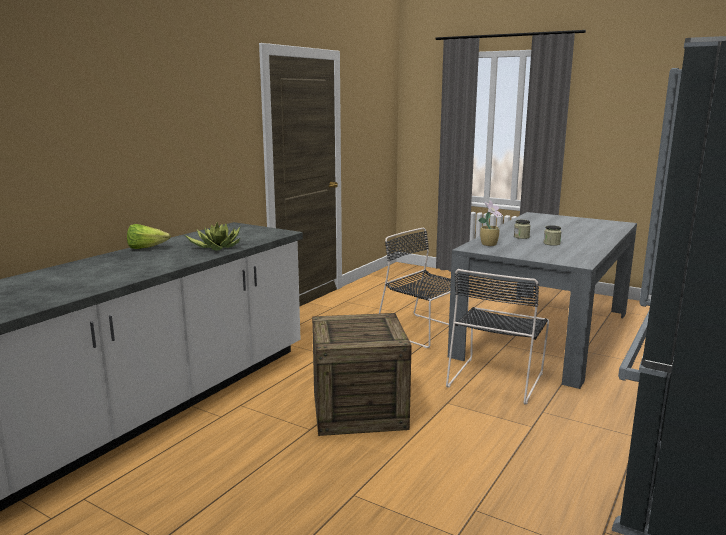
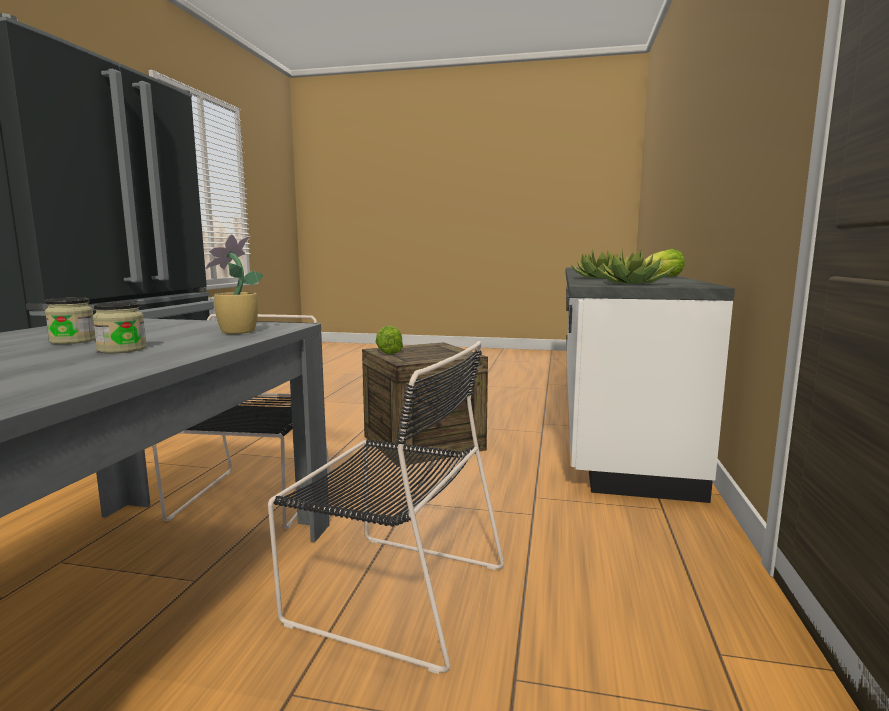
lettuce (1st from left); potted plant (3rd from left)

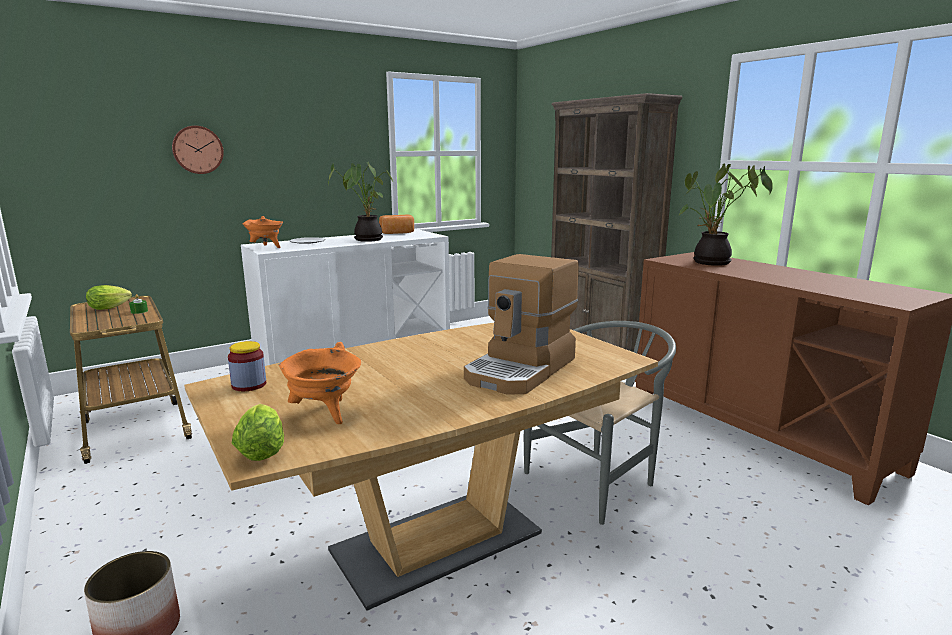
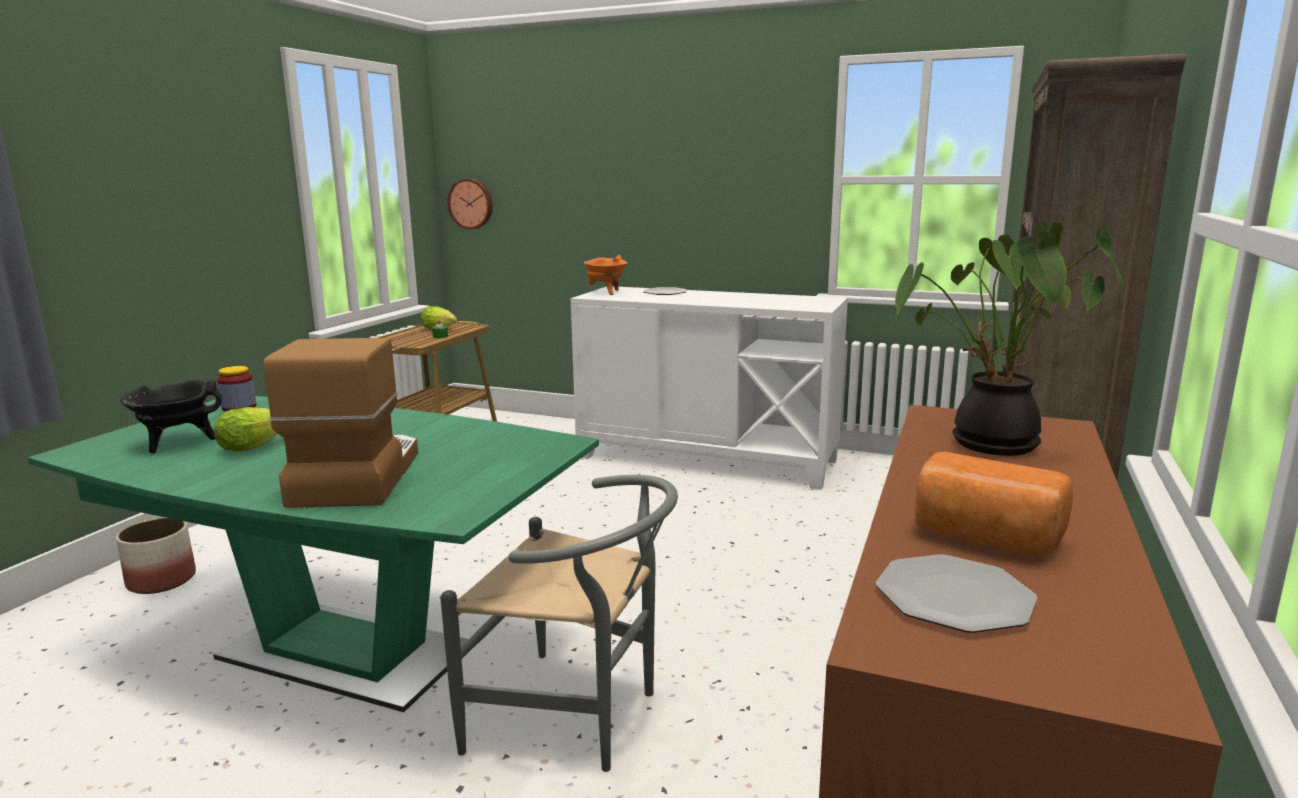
hanging clock; green-coloured dining table; lettuce (1st from left); blackish stockpot; potted plant (1st from left in the first image); bakery bread; coffee maker; flat dish (2nd from left)

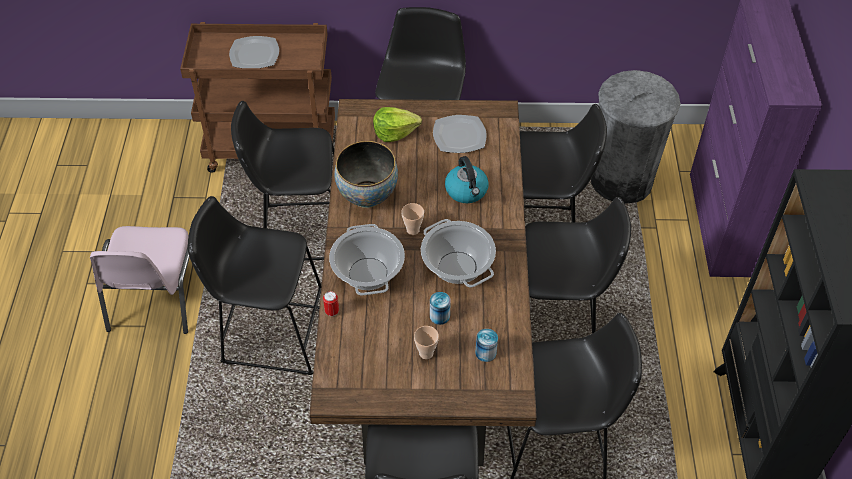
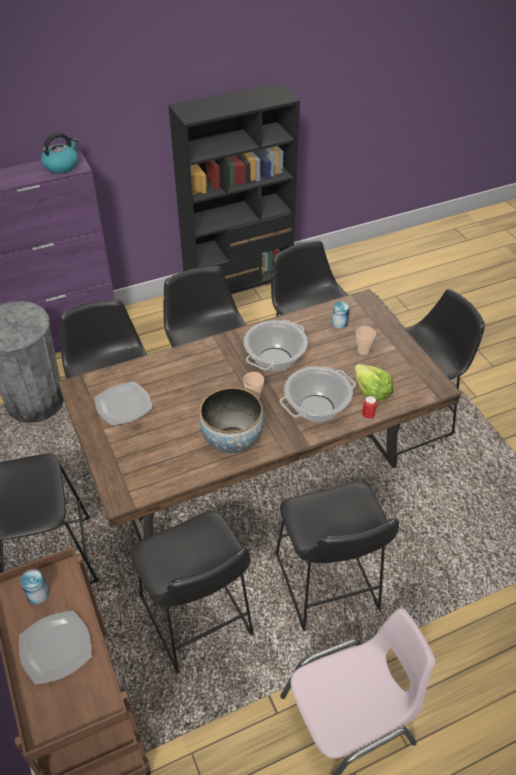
lettuce; metal can (1st from left); water kettle

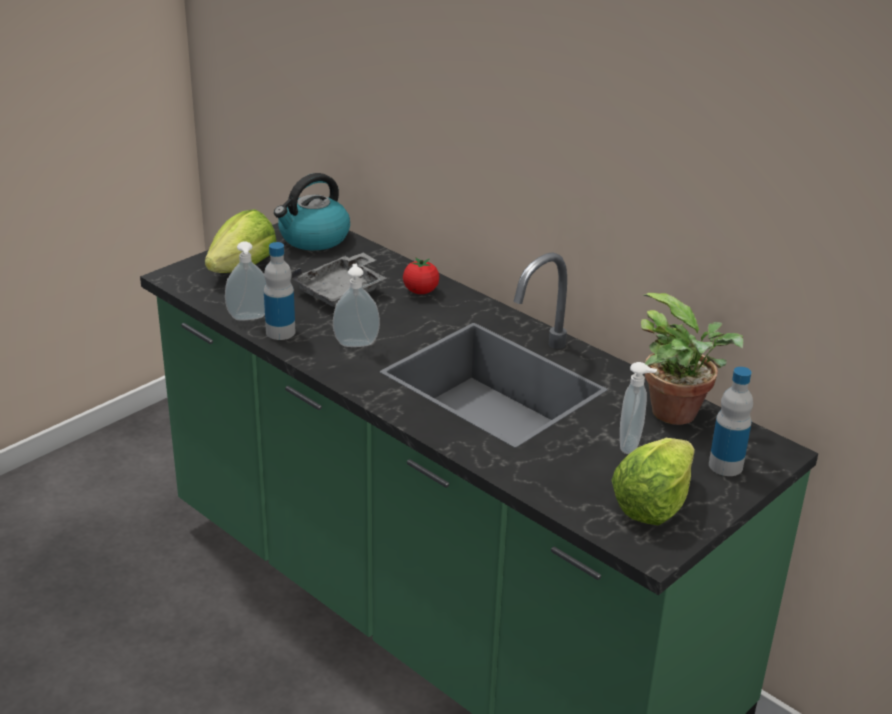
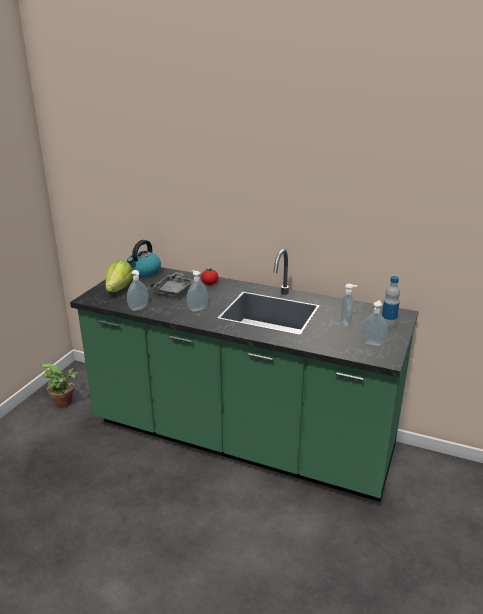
bottle (1st from left in the first image); soap bottle (4th from left); potted plant

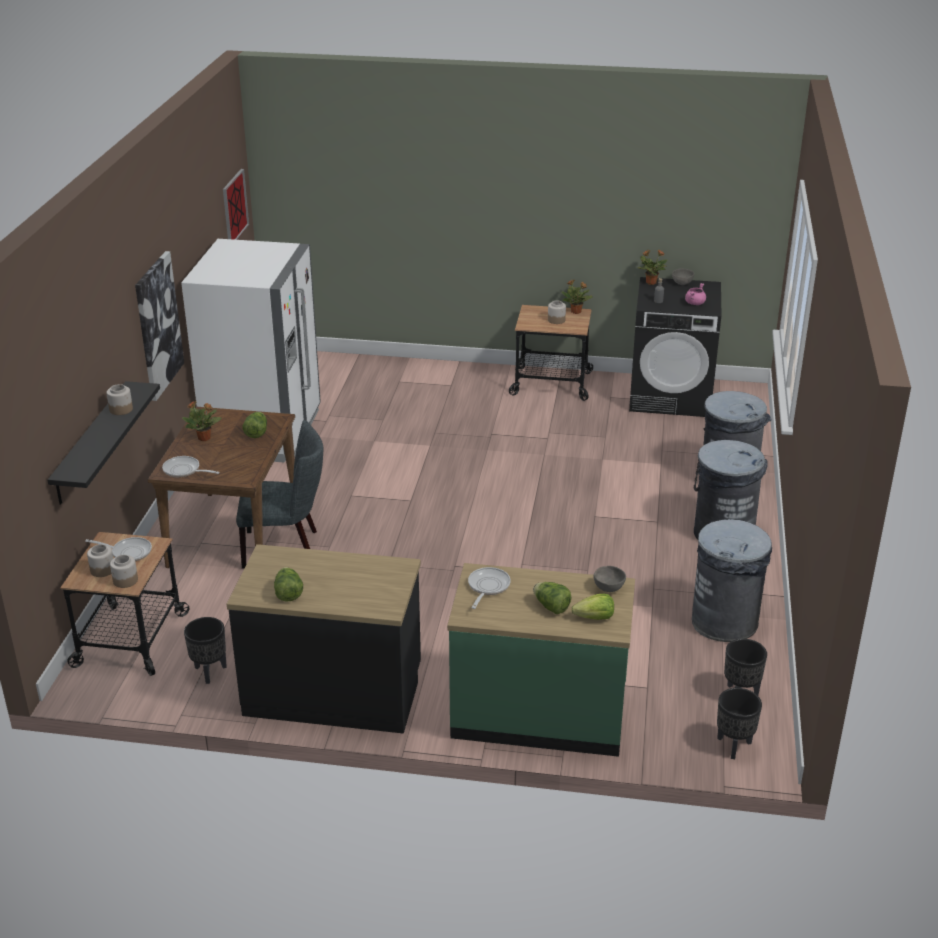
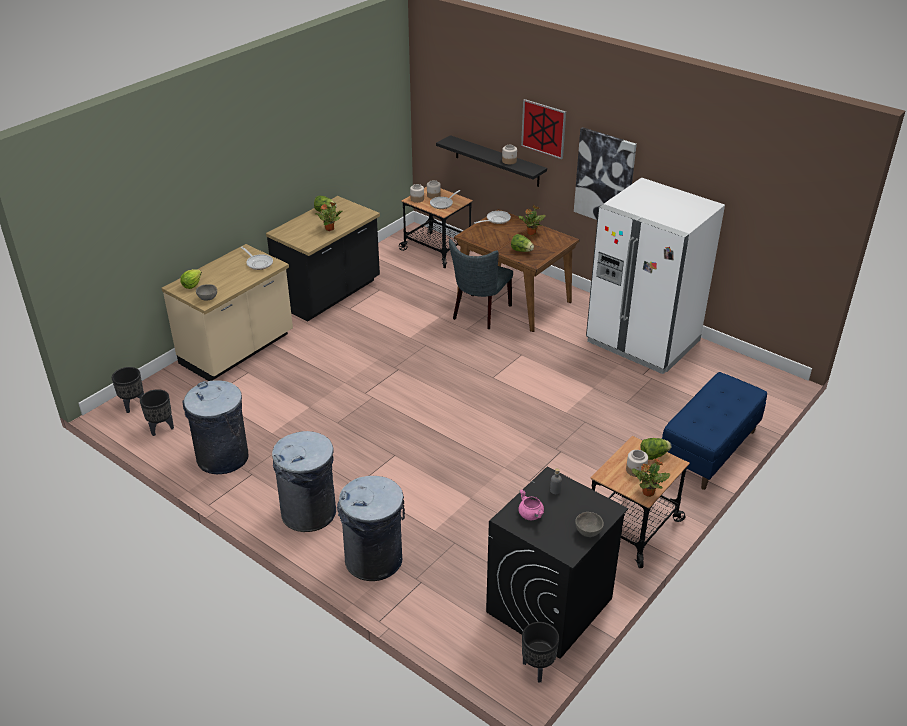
blackish flower pot (3rd from left); wall art (1st from left); sand-coloured kitchen counter; lettuce (4th from left); potted plant (1st from left); bluish long seat

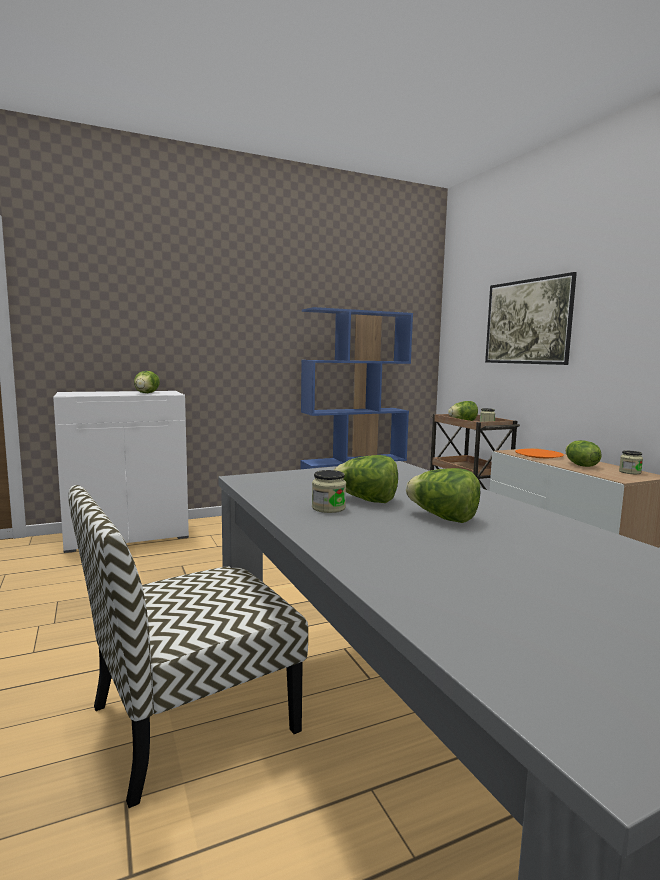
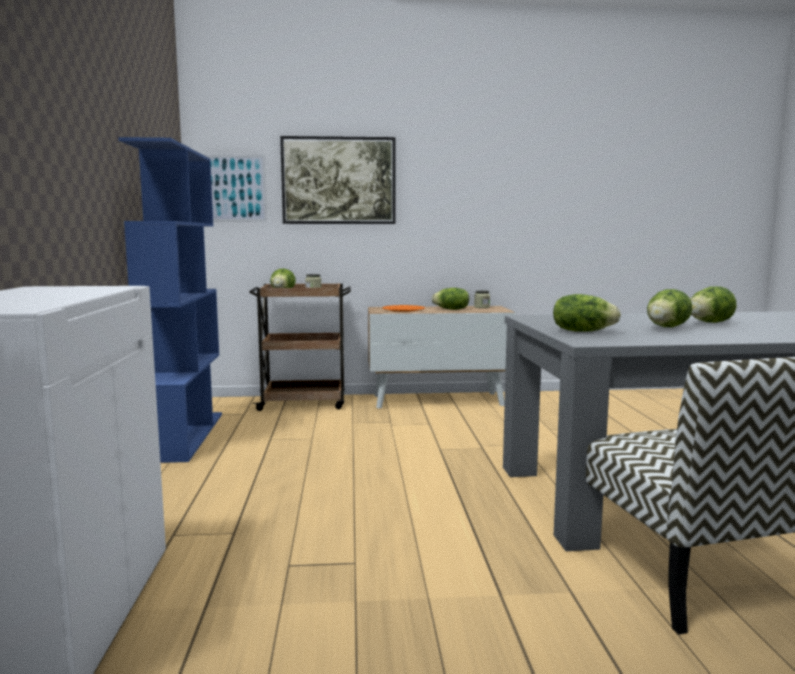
lettuce (3rd from left); preserve jar (1st from left in the first image); wall art (1st from left)

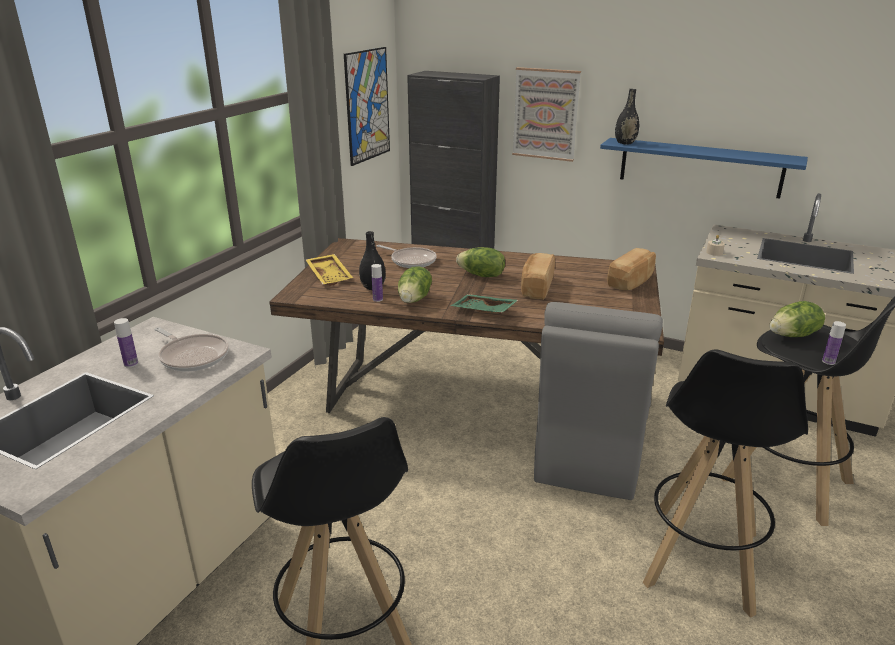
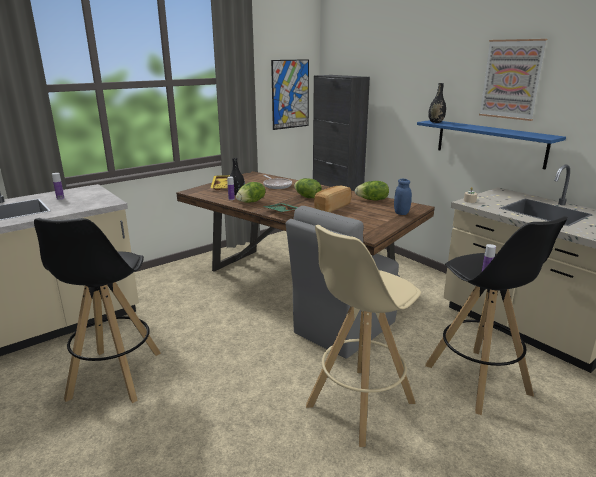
pan (1st from left in the first image); wall art (2nd from left); bluish preserve jar; sand-coloured stool seat; lettuce (3rd from left)

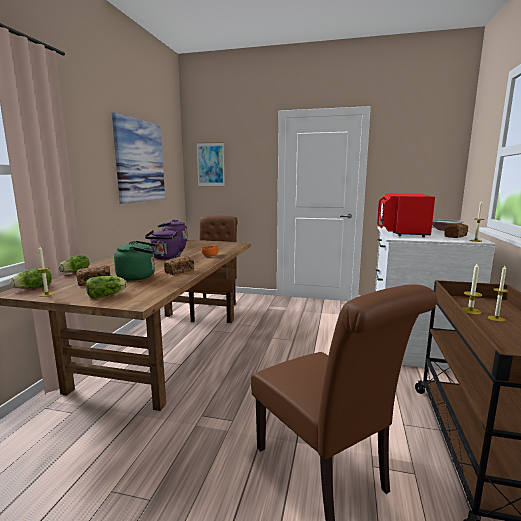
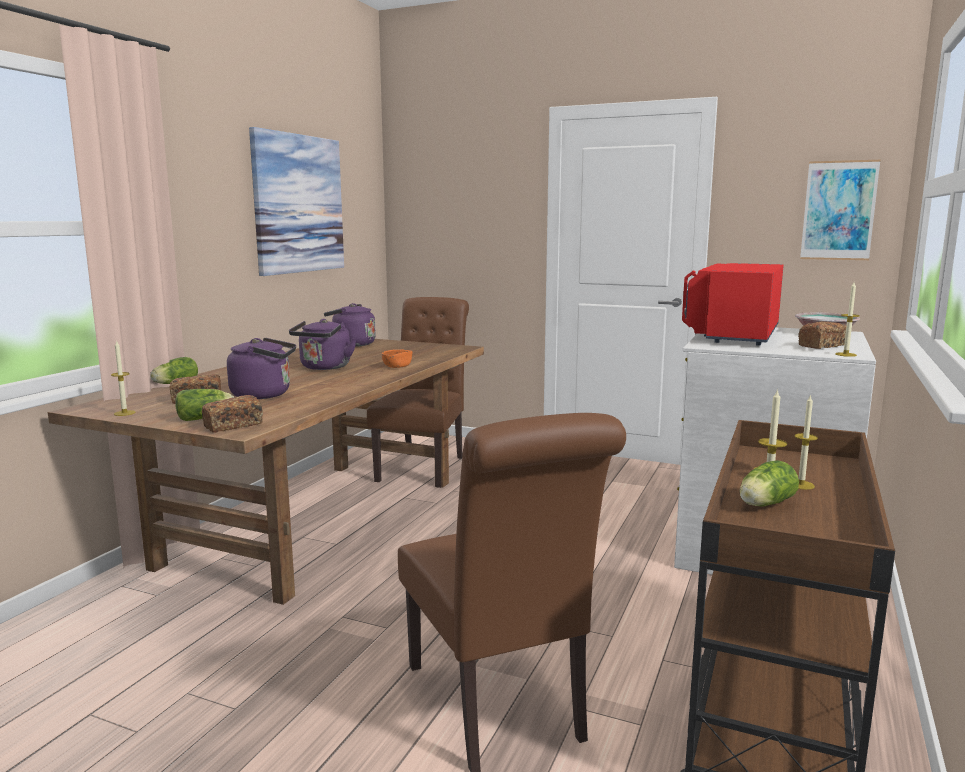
lettuce (3rd from left); purple-coloured water kettle (1st from left); bakery bread (2nd from left); wall art (2nd from left)

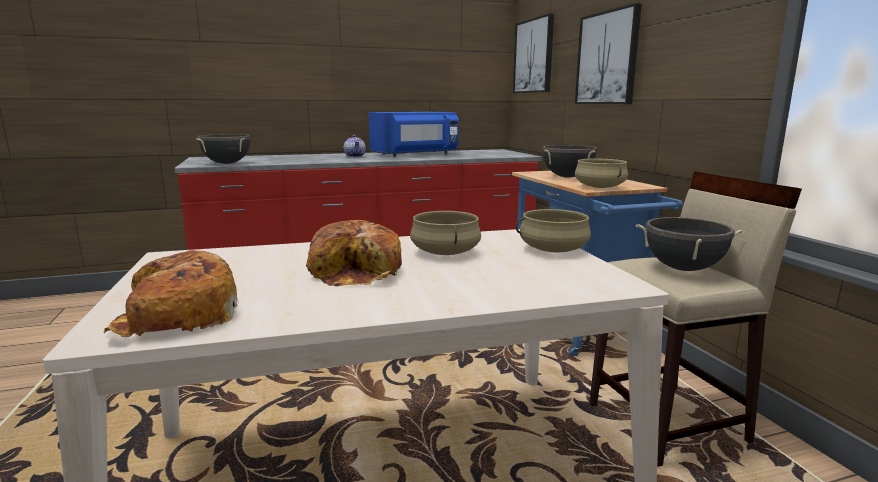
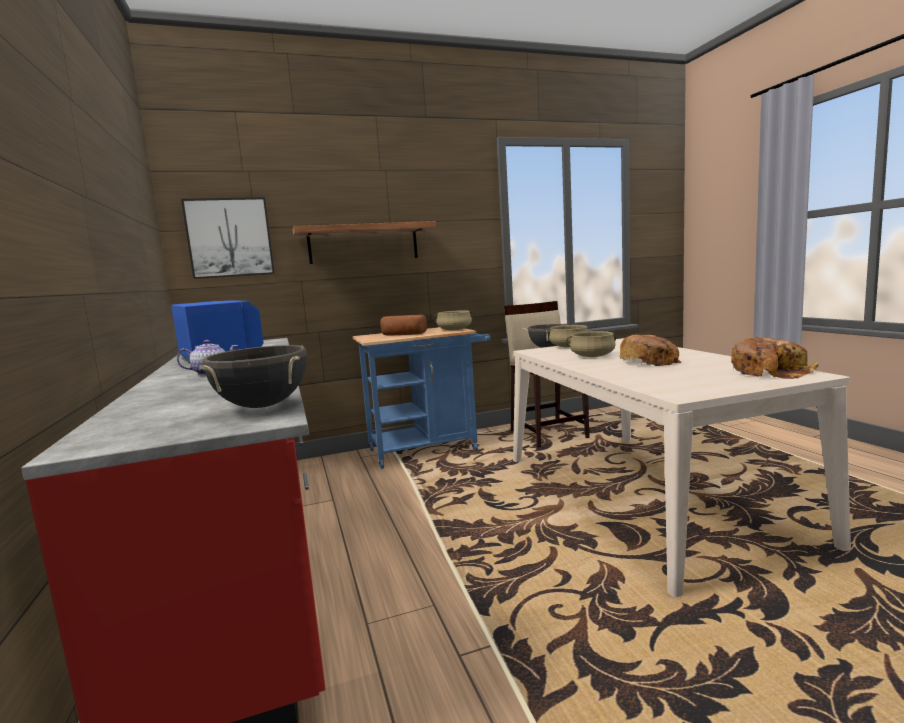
bakery bread (1st from left); bracket shelf

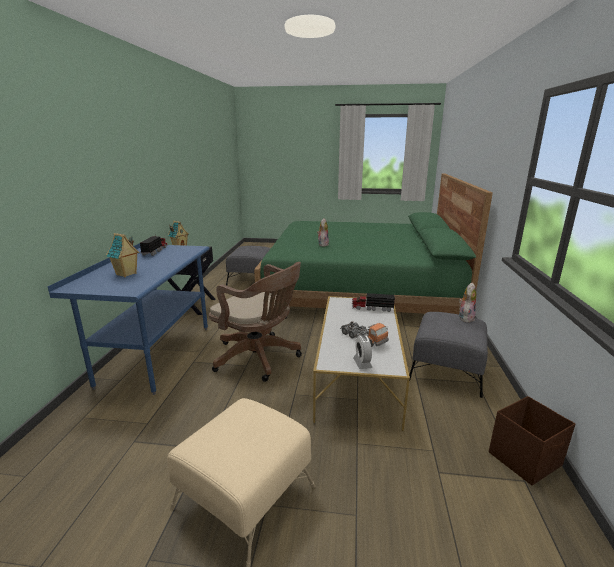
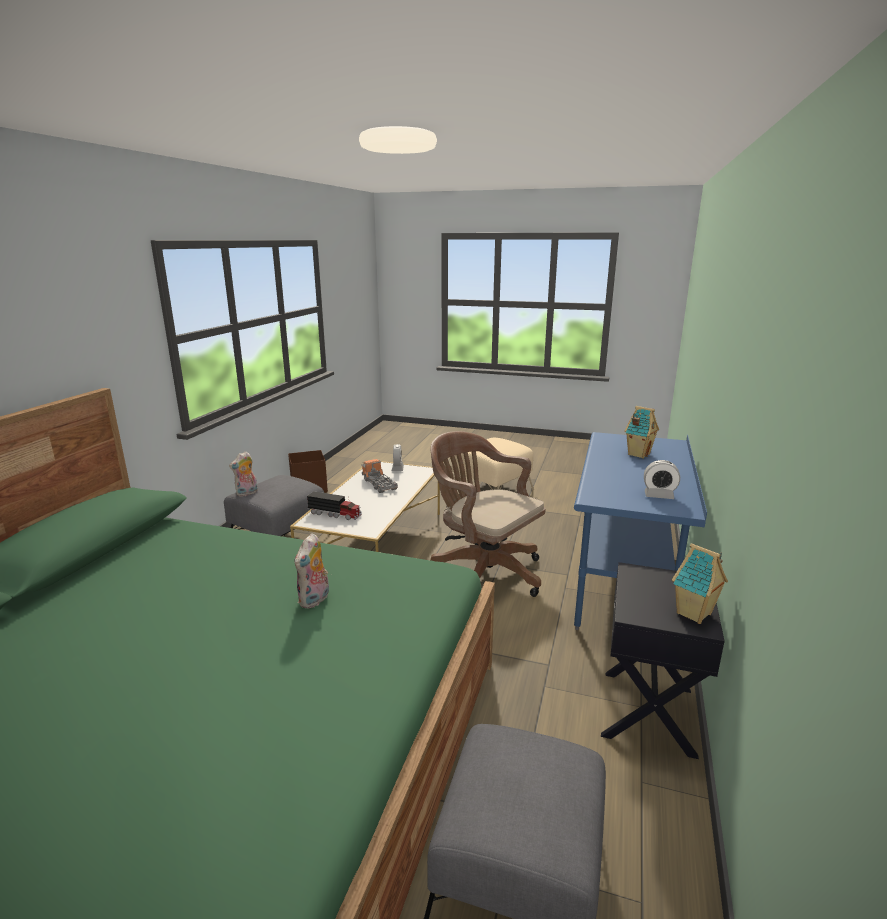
table clock (2nd from left)

